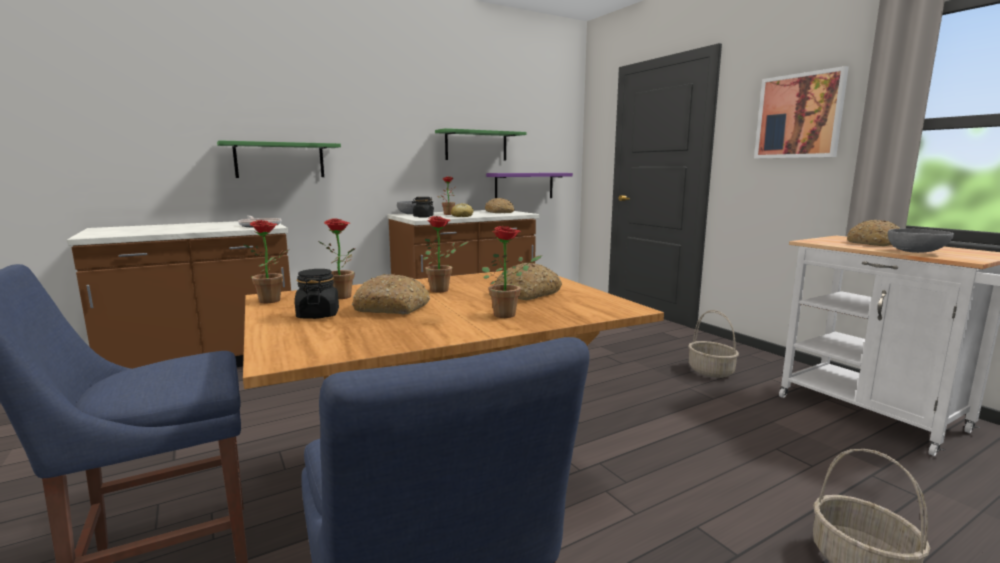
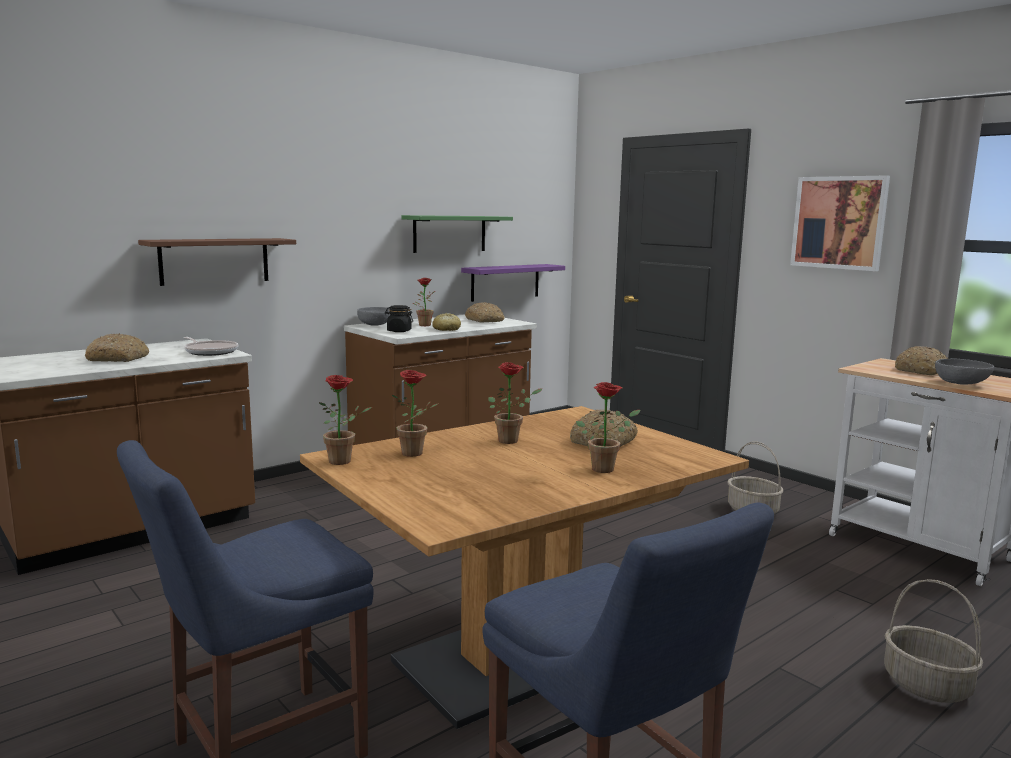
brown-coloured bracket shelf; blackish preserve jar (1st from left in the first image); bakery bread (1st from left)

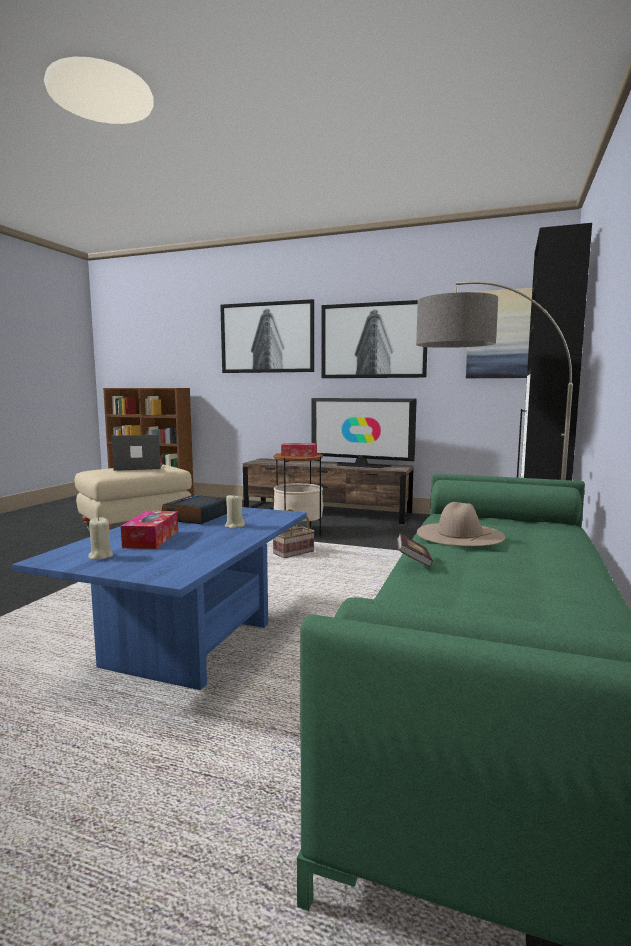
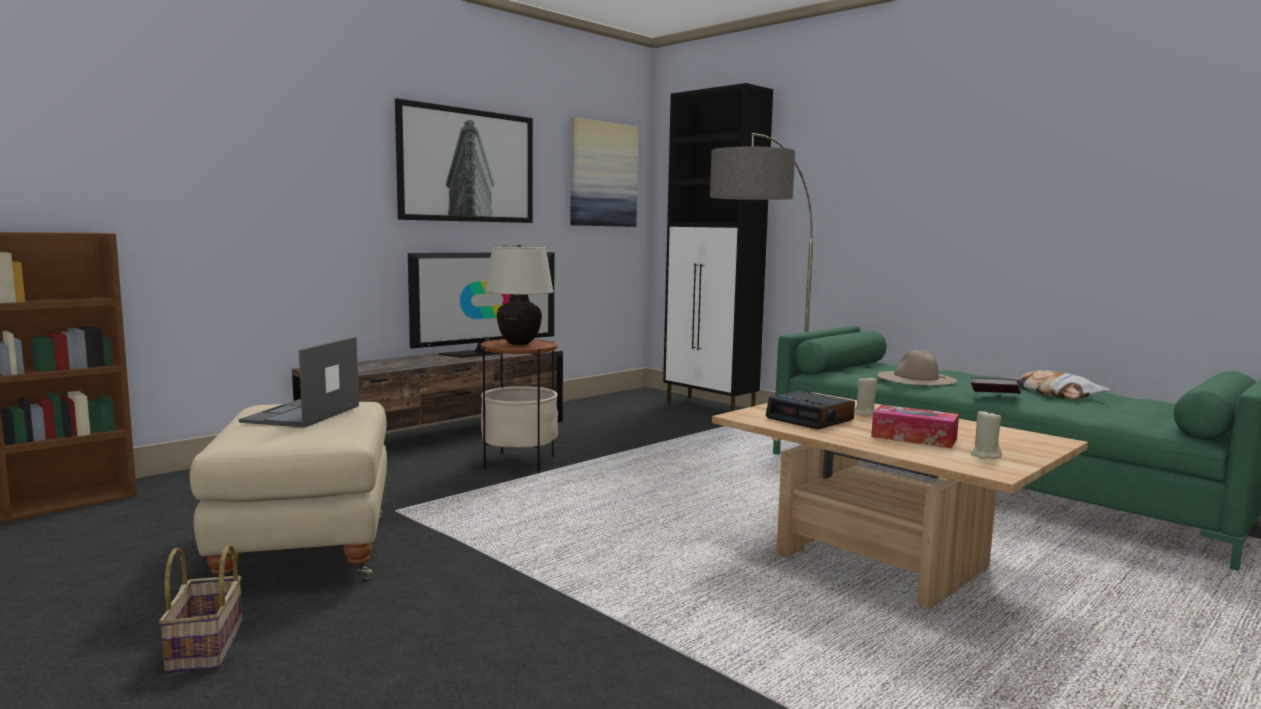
sand-coloured coffee table; wall art (1st from left in the first image); household basket; sand-coloured tabletop lamp; throw pillow

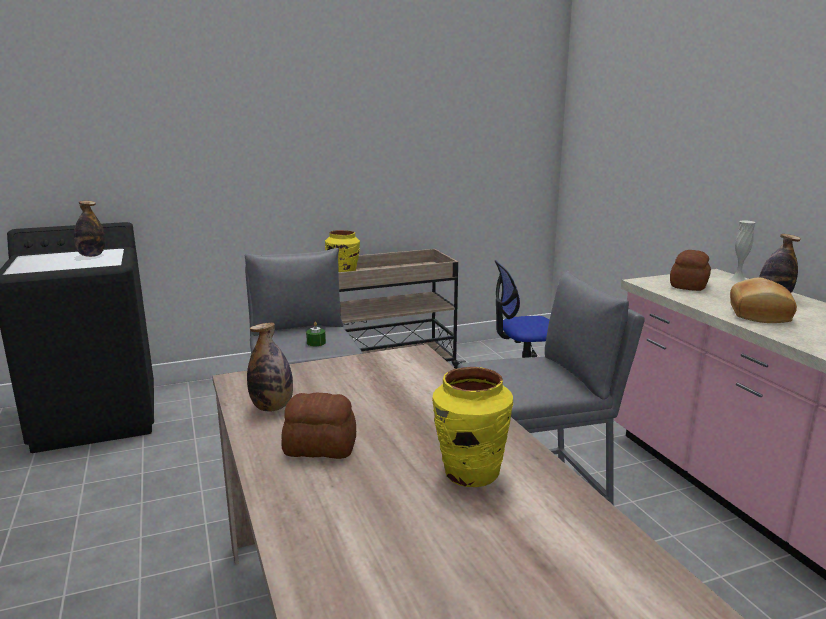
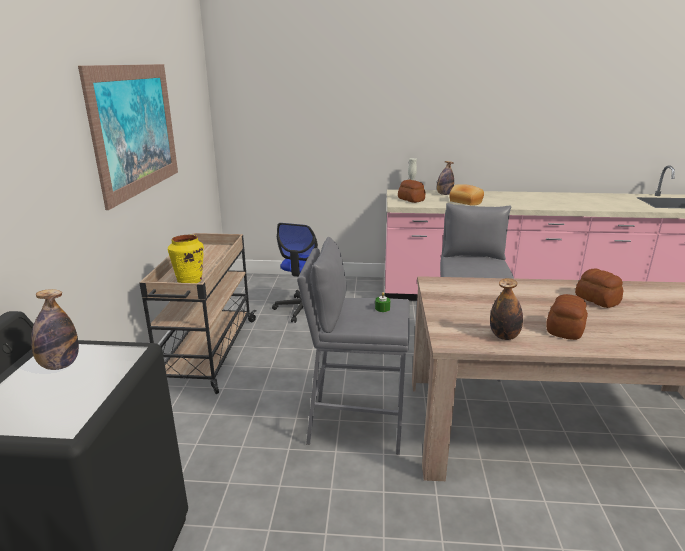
bakery bread (4th from left); wall art

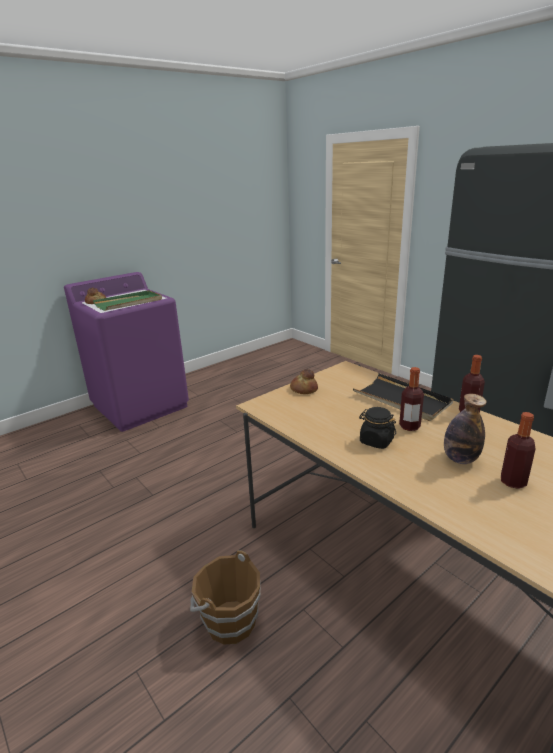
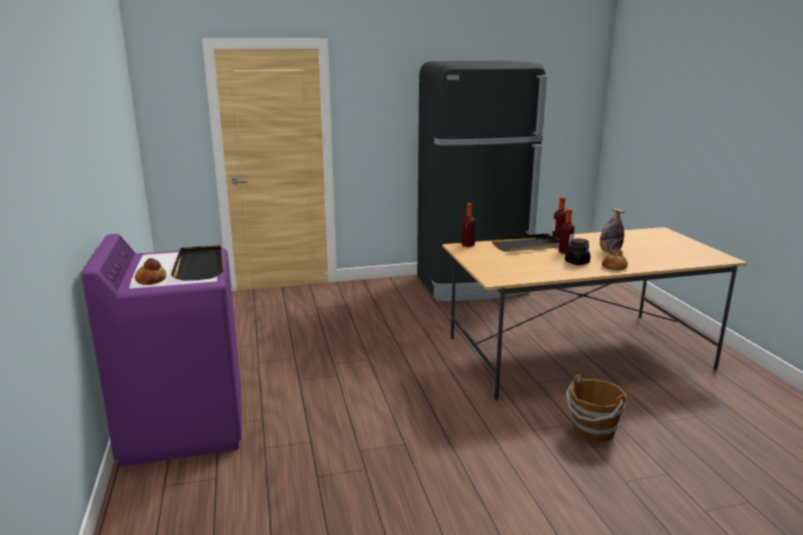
blackish tray (1st from left); bakery bread (2nd from left); bottle (1st from left)

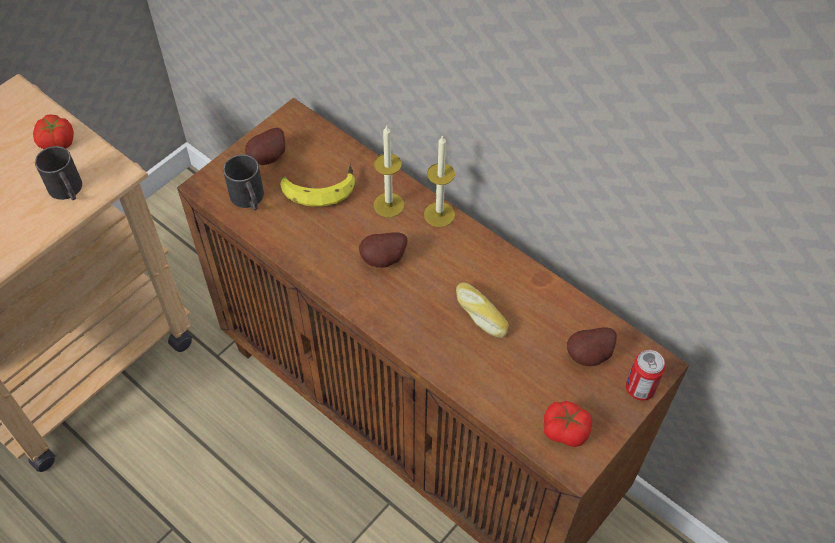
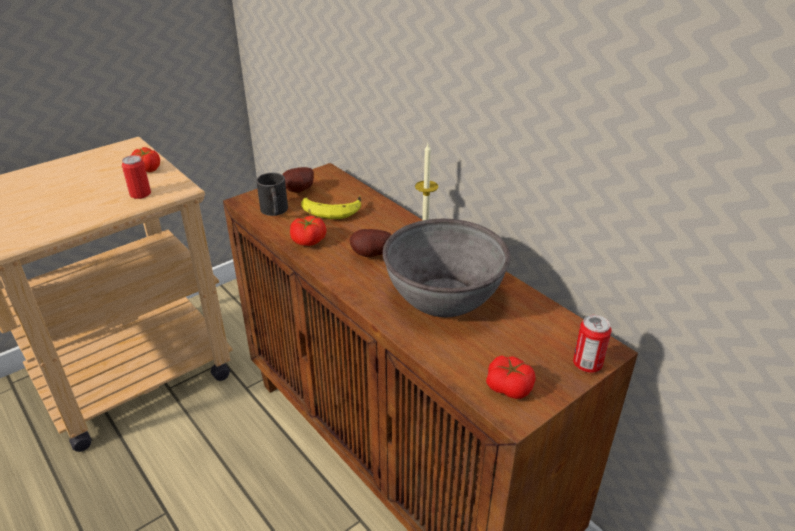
metal can (1st from left); candle (1st from left in the first image); grey serving bowl; potato (3rd from left in the first image); fresh tomato (2nd from left)

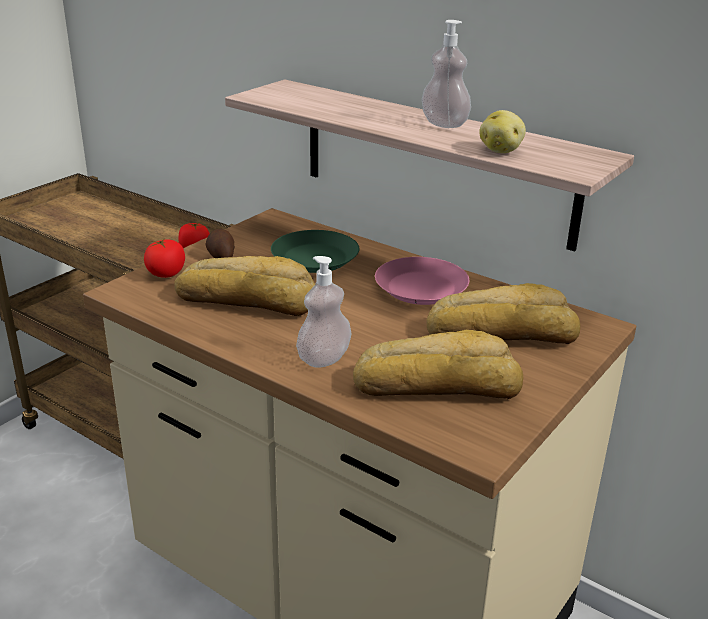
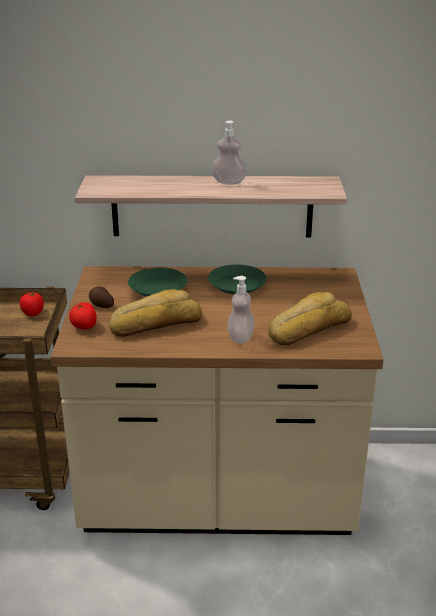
green-coloured flat dish (2nd from left); bakery bread (3rd from left in the first image); potato (2nd from left in the first image)

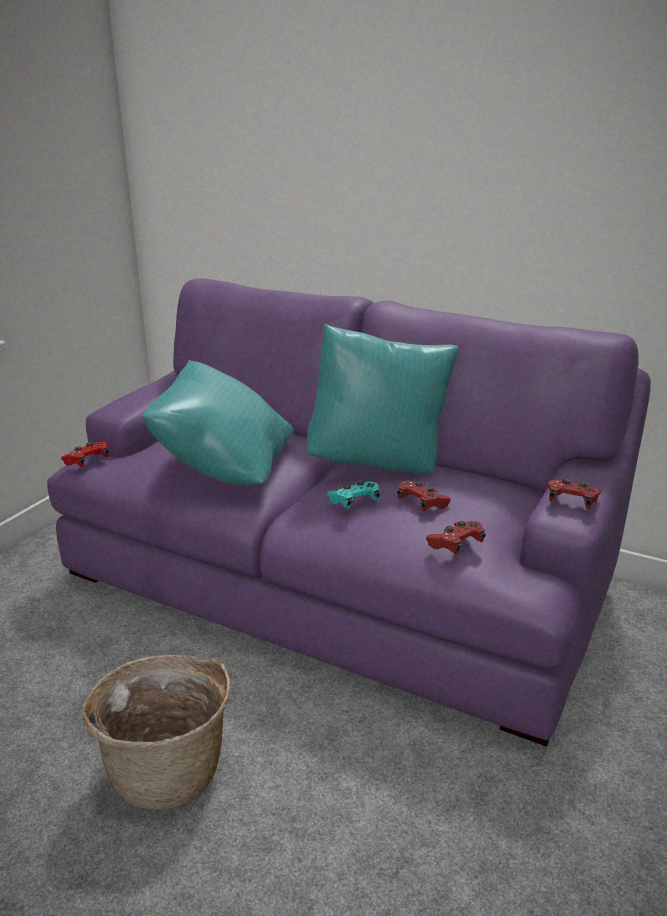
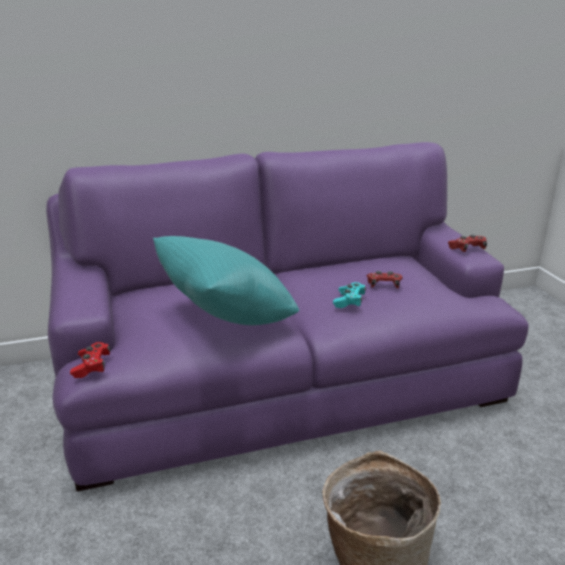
blue-green throw pillow (2nd from left in the first image); red-coloured gamepad (3rd from left in the first image)

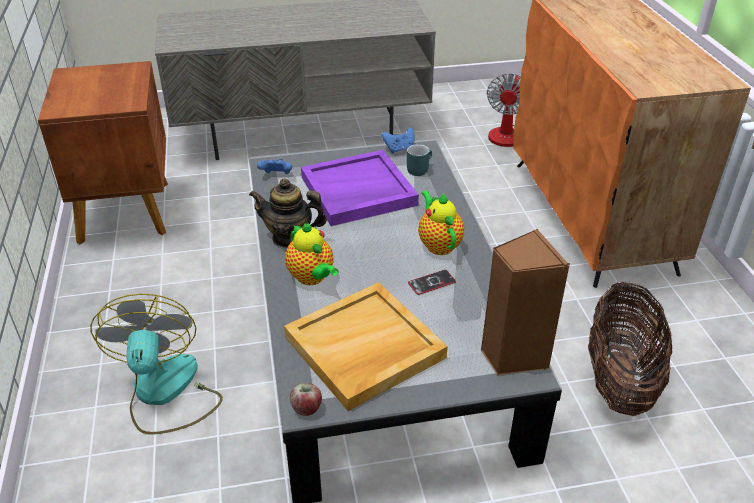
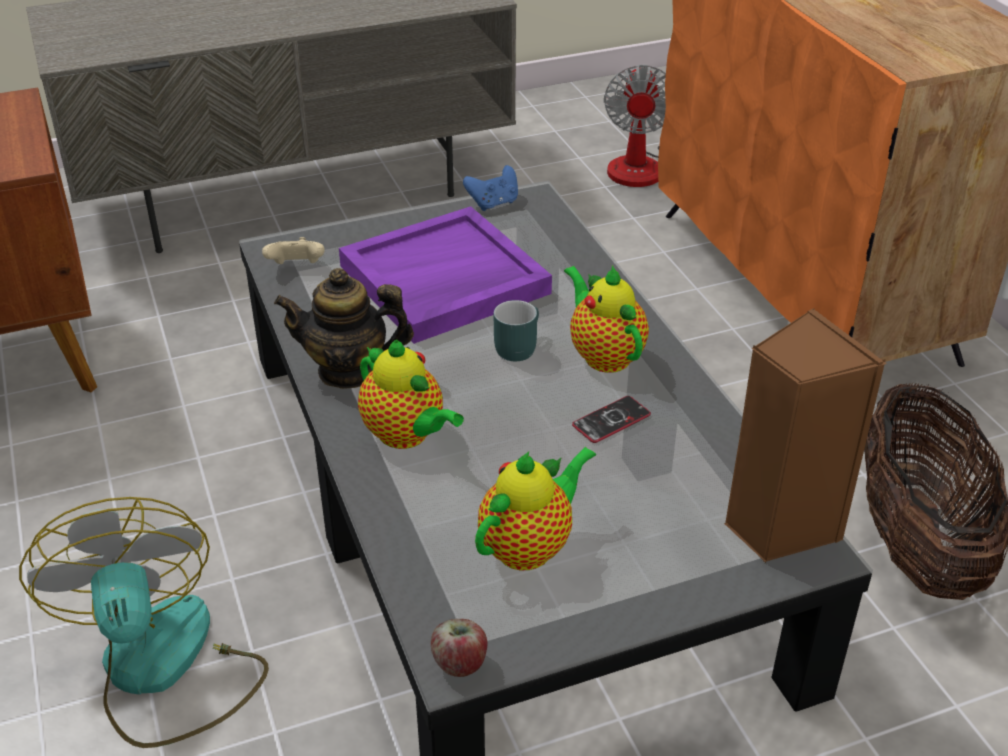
sand-coloured gamepad; pot for tea (3rd from left); blue-green coffee mug

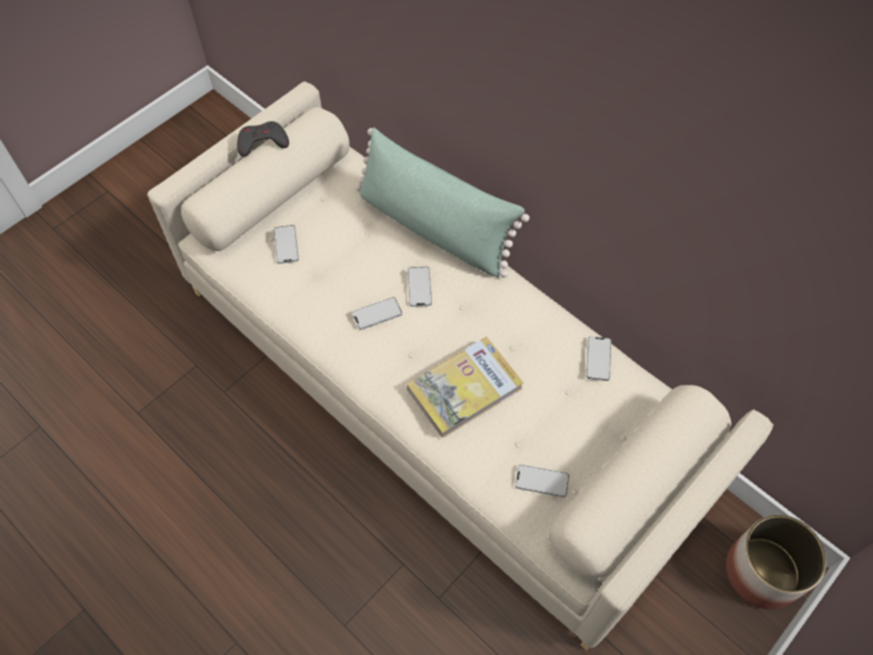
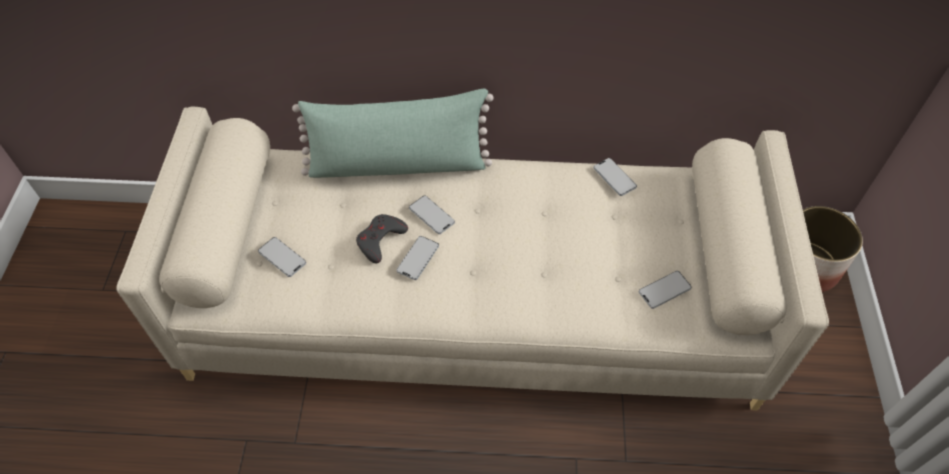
grey gamepad; volume

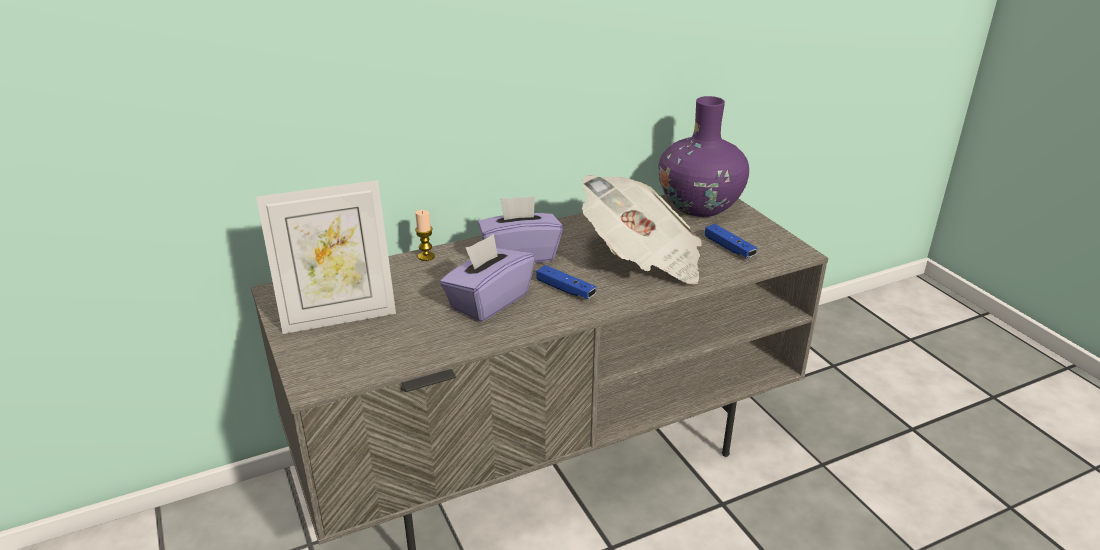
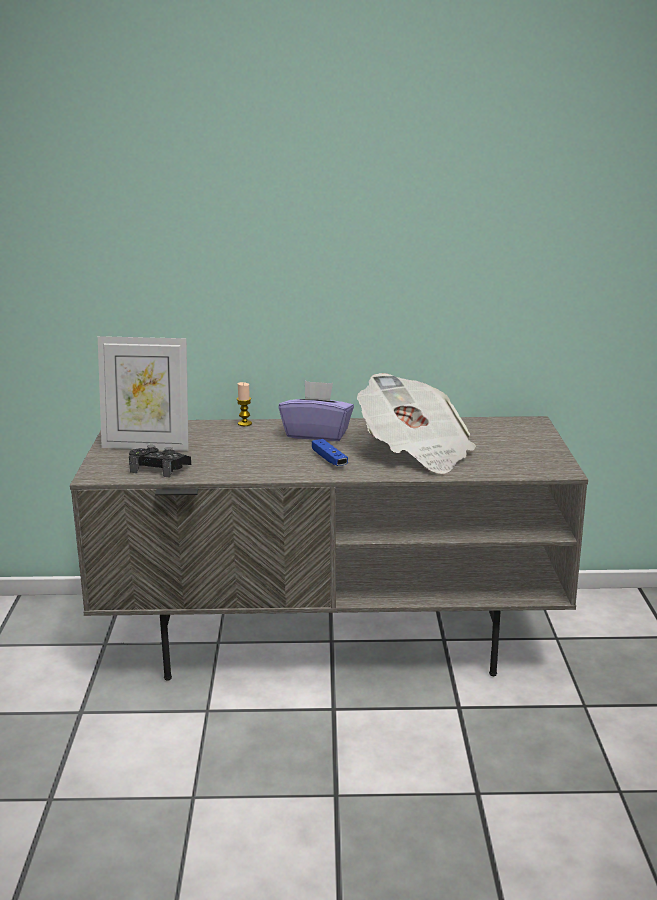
purple-coloured box of tissues (1st from left in the first image); purple-coloured decorative vase; bluish gamepad (2nd from left in the first image); blackish gamepad

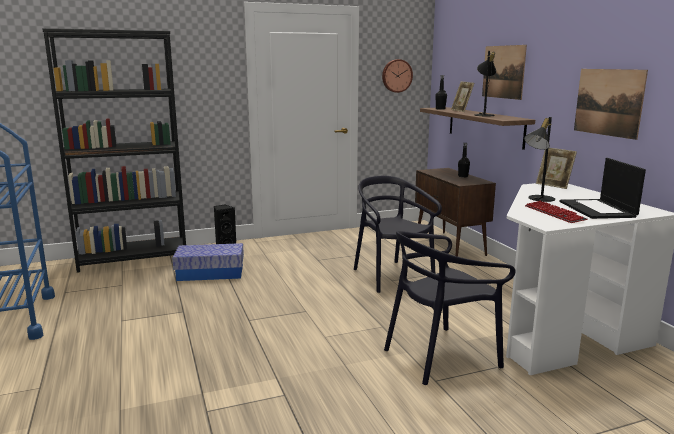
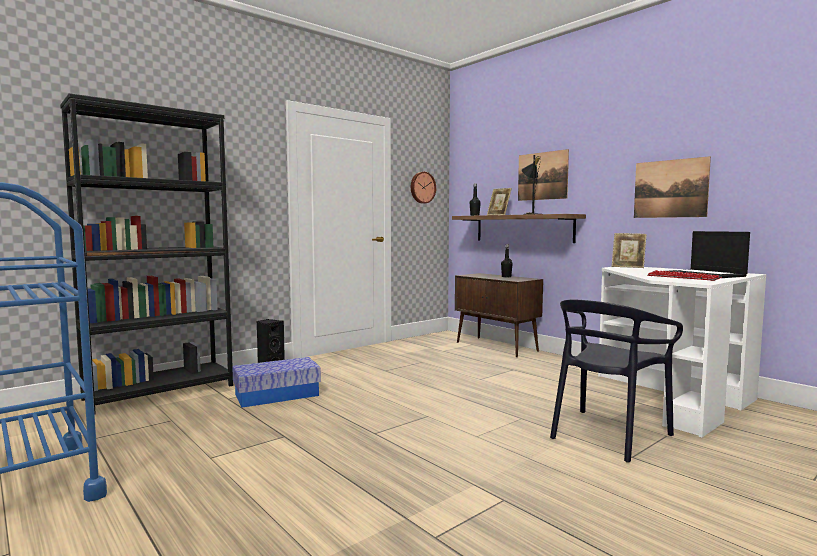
blackish upright chair (1st from left in the first image); blackish tabletop lamp (2nd from left in the first image)

